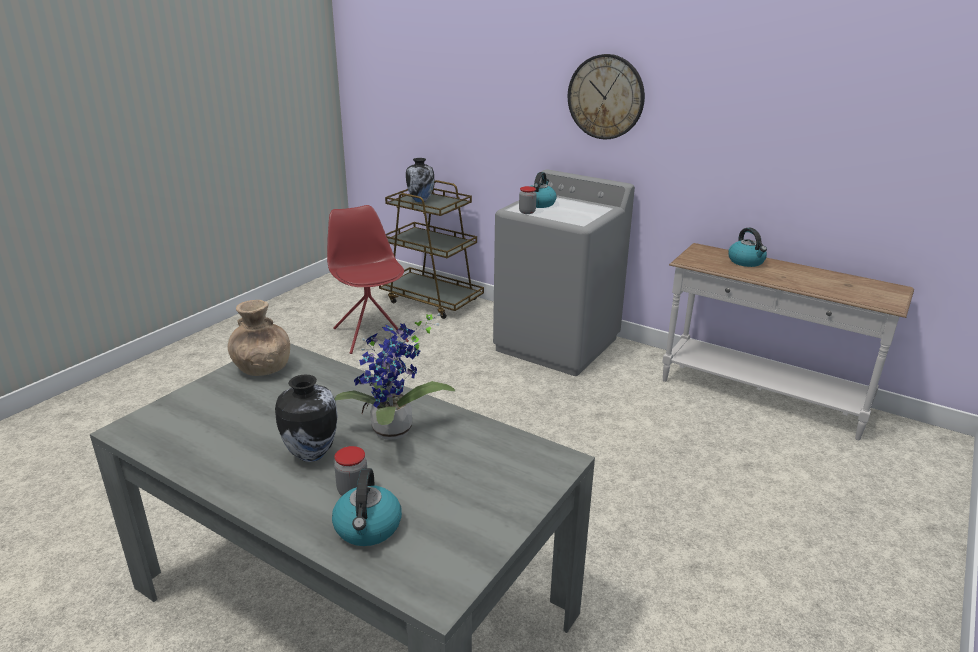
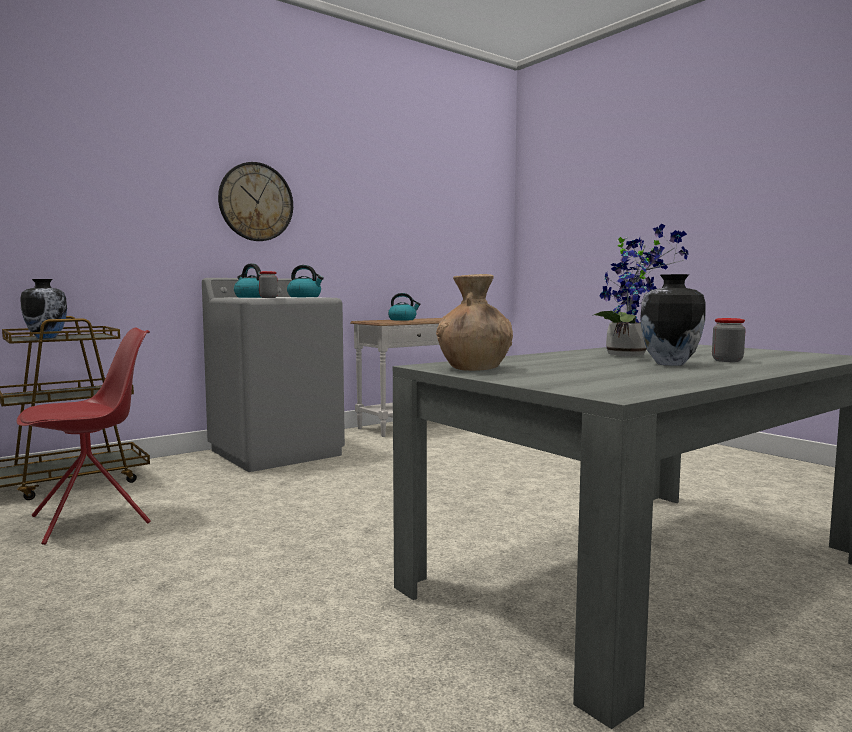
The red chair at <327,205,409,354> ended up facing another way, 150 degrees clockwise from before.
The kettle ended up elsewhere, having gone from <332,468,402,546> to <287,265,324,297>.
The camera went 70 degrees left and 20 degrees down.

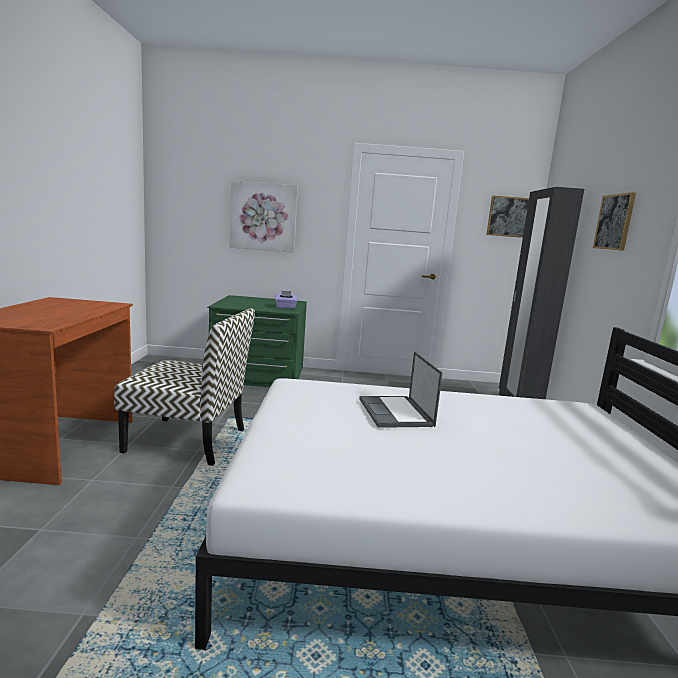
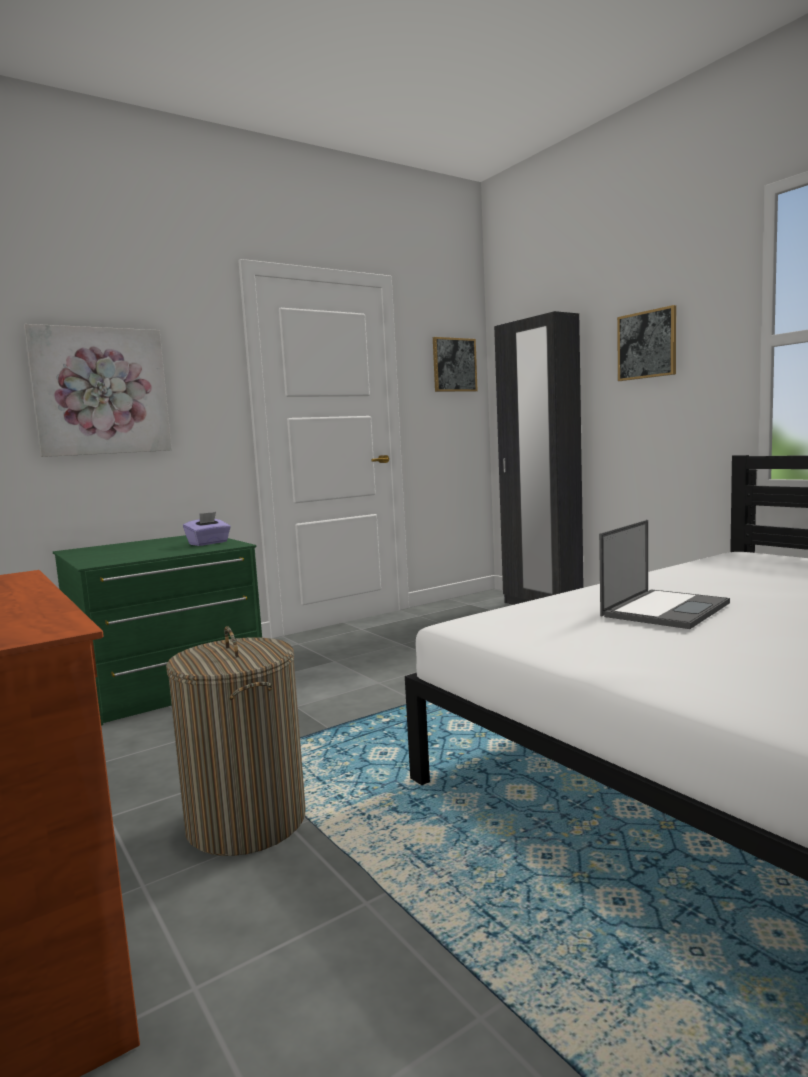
Where the chair stood at <114,308,255,466>, the laundry basket came to stand at <166,626,306,856>.
The laptop at <359,352,443,428> ended up facing another way, 90 degrees counterclockwise from before.
The camera went 35 degrees left and 5 degrees down.

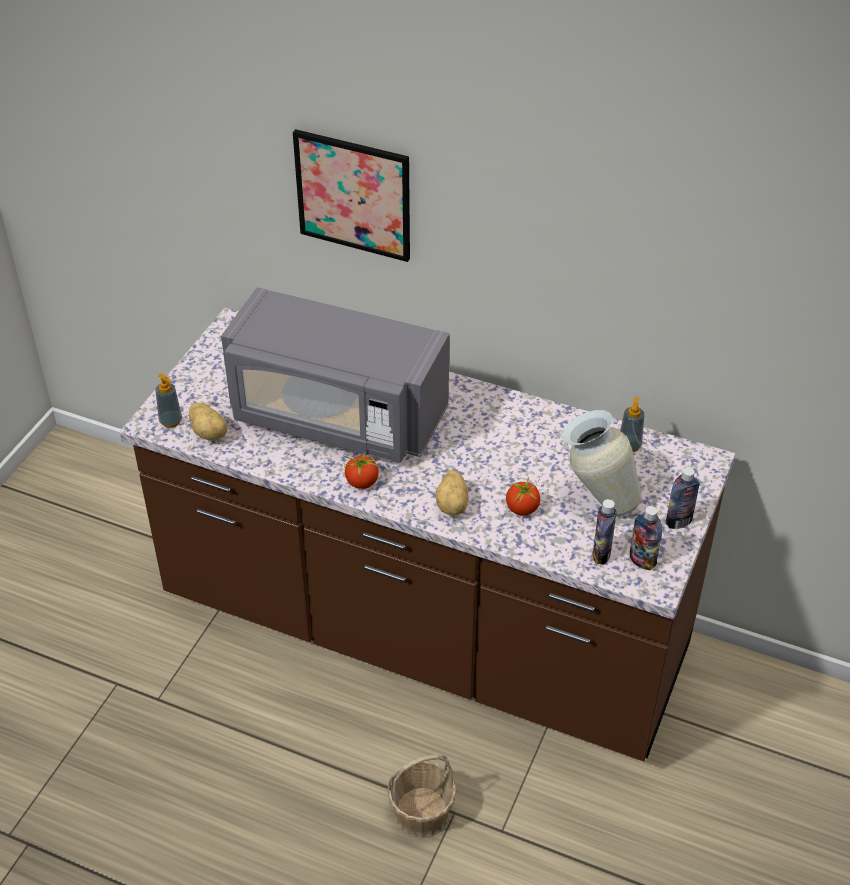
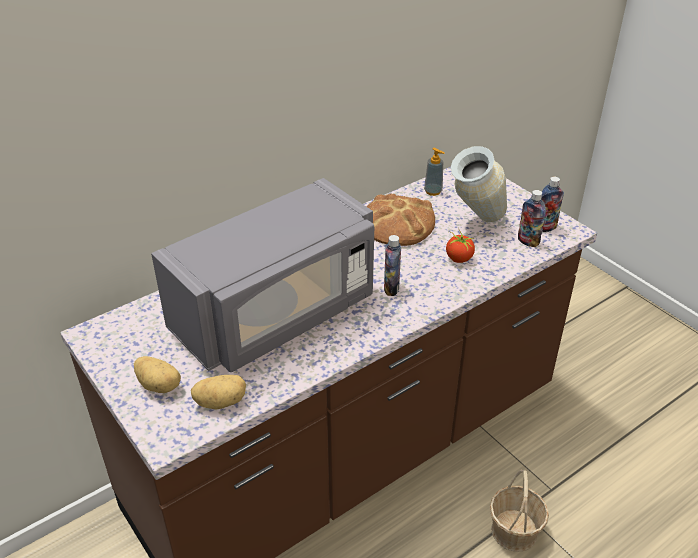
The potato ended up elsewhere, having gone from <435,470,468,516> to <134,356,181,393>.
The second view gained the bread at <367,193,435,246>.
The bottle ended up elsewhere, having gone from <666,467,700,529> to <384,235,401,296>.
The second view lost the soap dispenser at <155,373,182,428>.
The second view lost the picture at <293,129,410,262>.
The second view lost the tomato at <343,452,379,489>.
The camera went 60 degrees left and 5 degrees down.

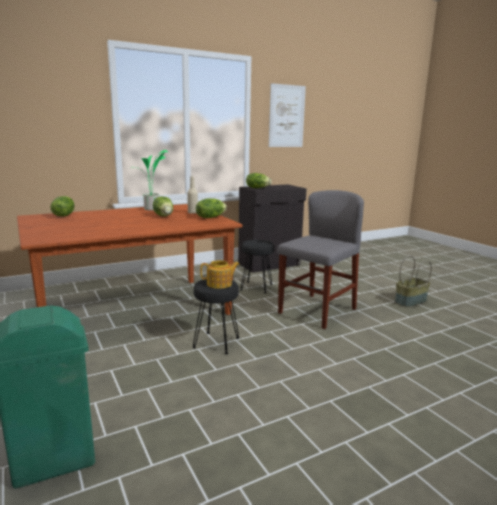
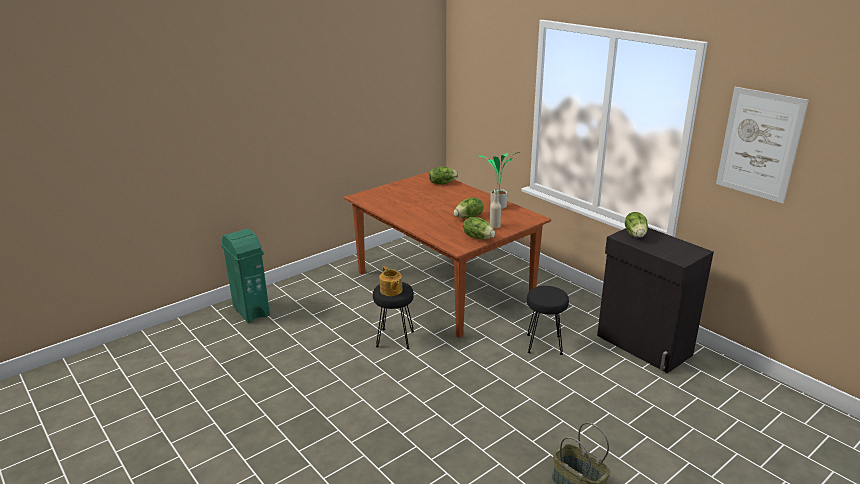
The second view lost the grey chair at <277,190,364,329>.
The camera went 80 degrees right and 10 degrees up.

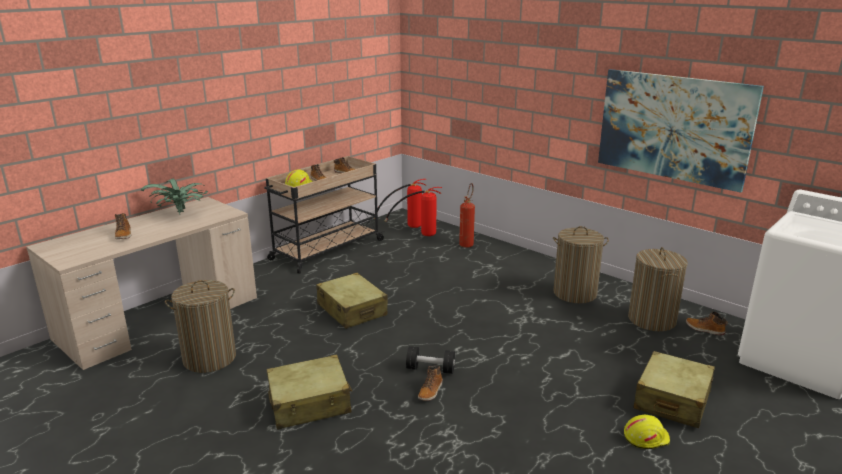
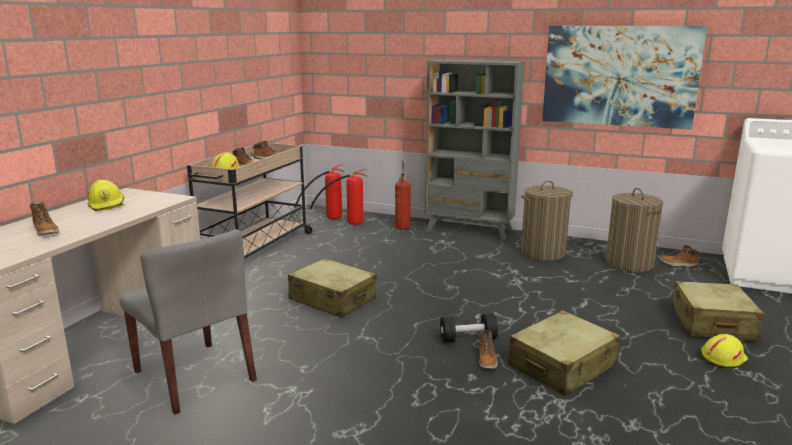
Where the potted plant stood at <141,178,208,214>, the yellow hard hat came to stand at <87,180,125,211>.
Where the laundry basket stood at <165,280,236,373>, the grey chair came to stand at <120,229,257,415>.
The second view gained the grey bookcase at <425,59,525,240>.
The beige suitcase ended up elsewhere, having gone from <267,354,352,430> to <508,310,620,396>.
The camera went 20 degrees left and 5 degrees down.

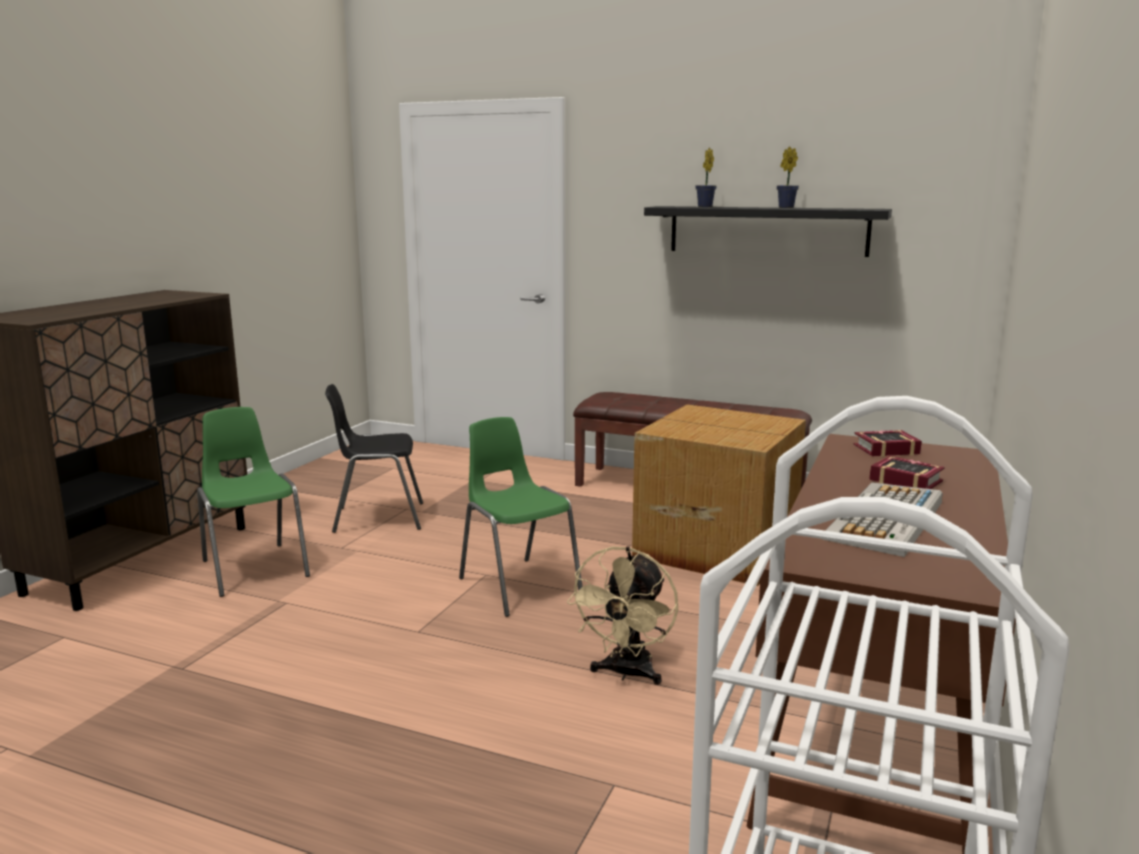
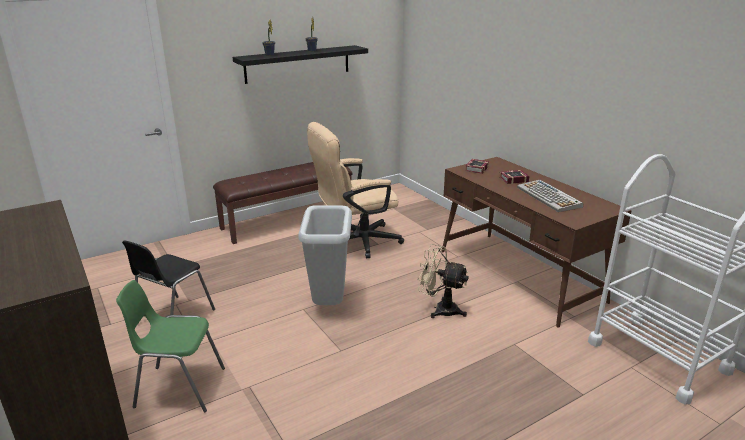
Where the green chair stood at <459,417,583,617>, the grey trash can came to stand at <298,205,352,305>.
Where the cardboard box stood at <632,404,806,586>, the beige office chair came to stand at <307,122,404,259>.
The beige fan at <567,546,678,685> ended up facing another way, 150 degrees clockwise from before.
The camera went 55 degrees left and 10 degrees up.

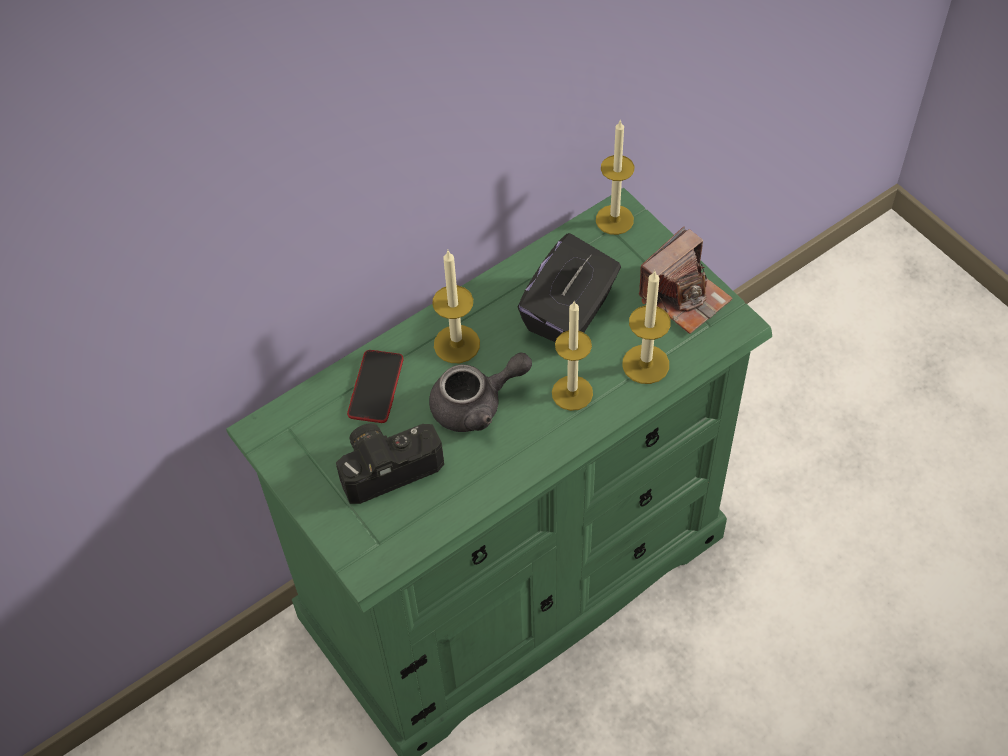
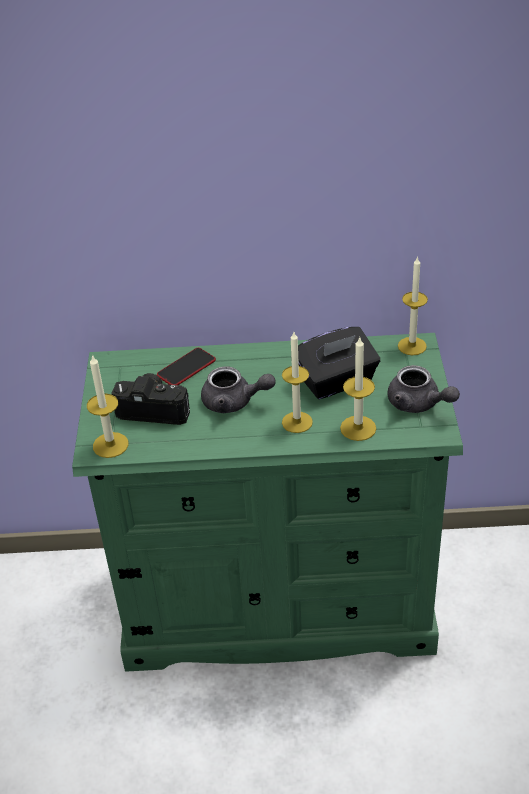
The candle ended up elsewhere, having gone from <432,251,480,363> to <87,354,129,458>.
Where the photo camera stood at <639,226,733,334>, the grey teapot came to stand at <387,365,460,413>.
The camera went 35 degrees right and 15 degrees down.

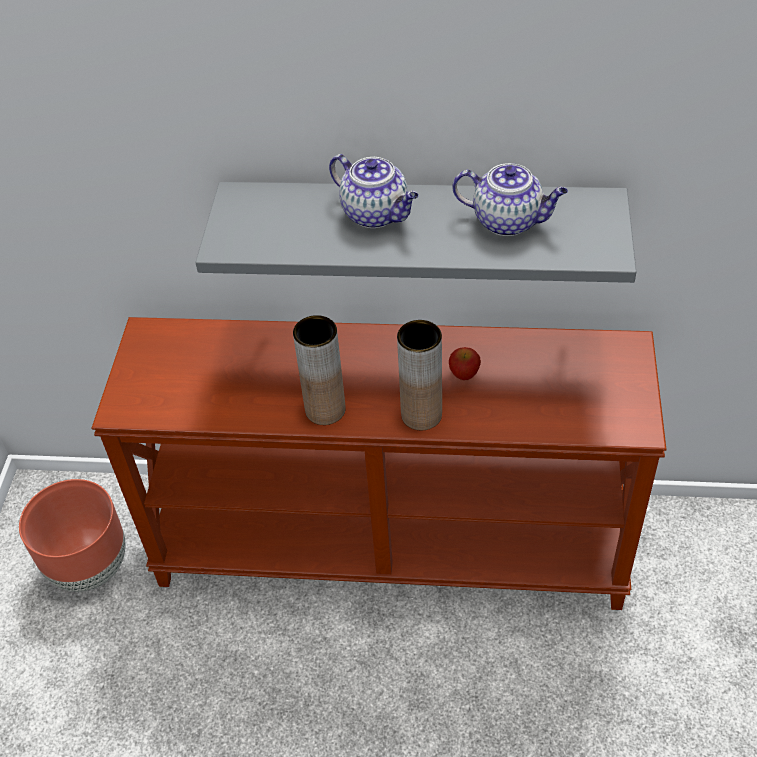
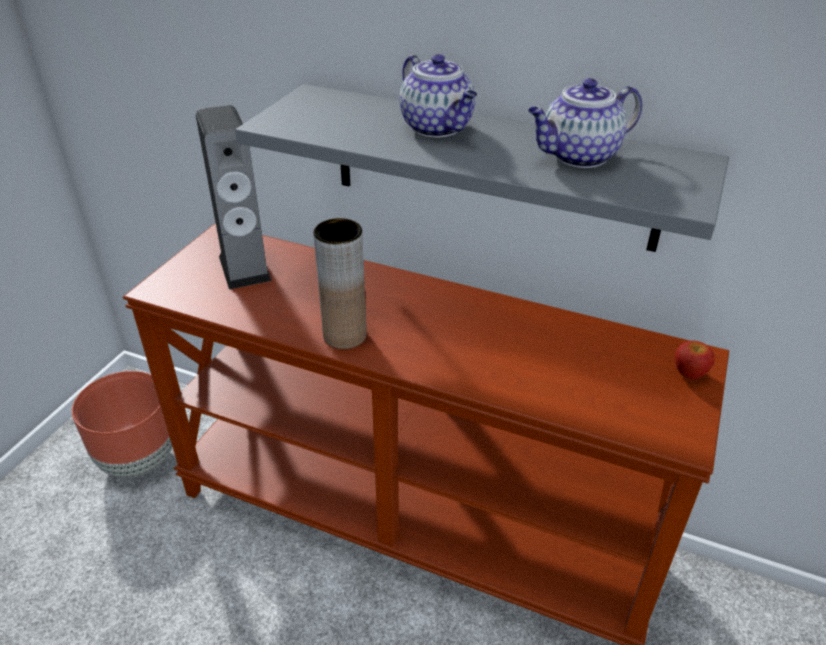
The second view gained the speaker at <196,105,272,290>.
The teapot at <452,163,568,236> ended up facing another way, 120 degrees clockwise from before.
The apple ended up elsewhere, having gone from <449,347,481,380> to <675,341,715,379>.
The second view lost the brown vase at <397,320,442,430>.
The camera went 15 degrees right and 10 degrees down.

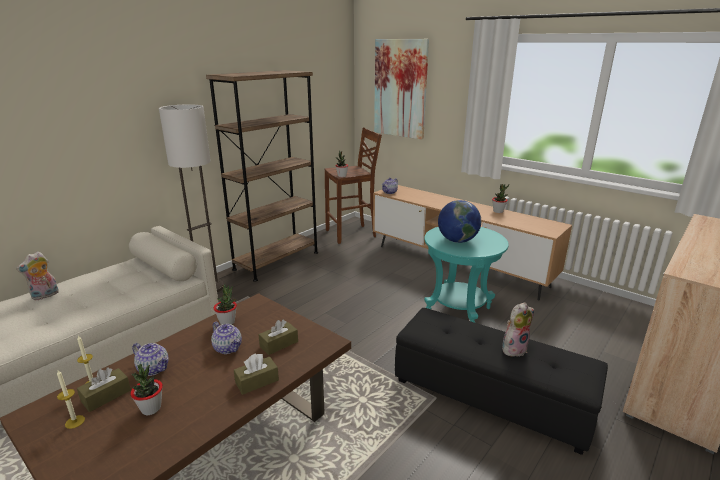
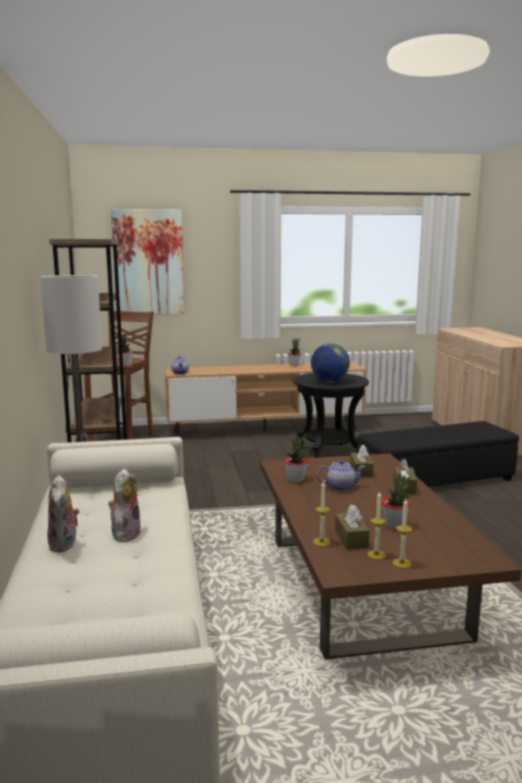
The plush toy ended up elsewhere, having gone from <502,302,534,356> to <108,468,141,542>.
What was the turquoise side table at <424,227,509,323> turned into the black side table at <293,373,369,458>.
The second view gained the candle at <393,499,412,568>.
The second view lost the teapot at <132,343,168,376>.
The camera went 50 degrees left and 10 degrees down.

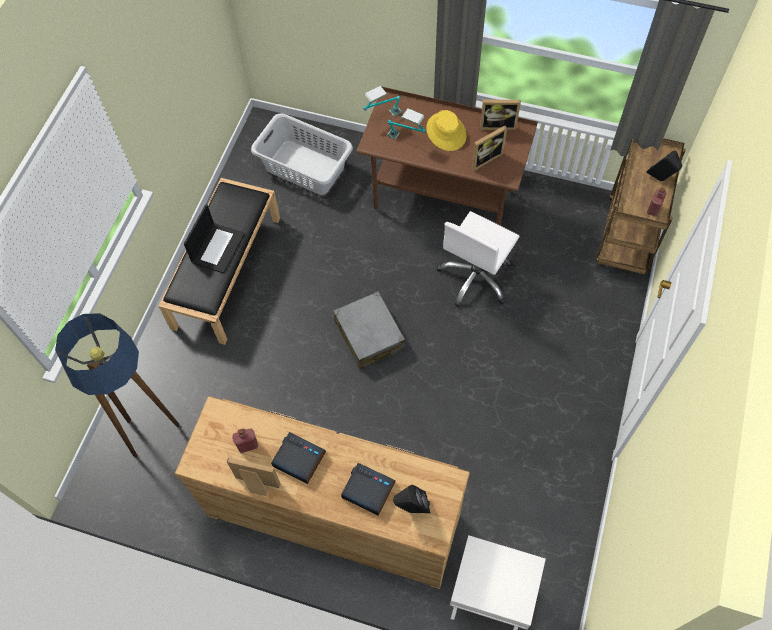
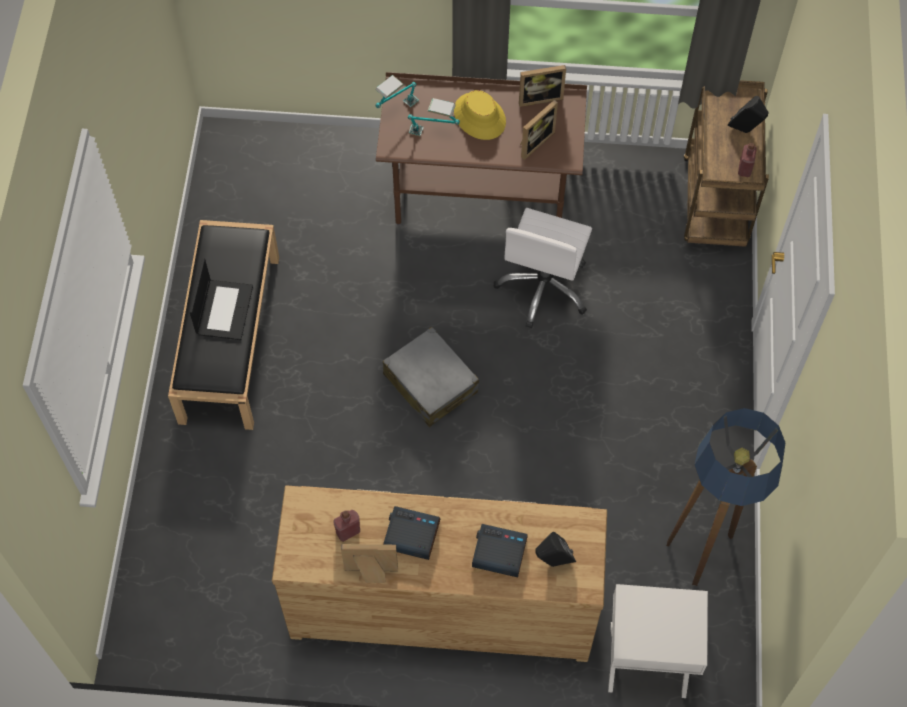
The floor lamp ended up elsewhere, having gone from <55,313,180,458> to <666,408,785,586>.
The second view lost the grey laundry basket at <251,114,353,195>.
The camera went 15 degrees left and 0 degrees up.

